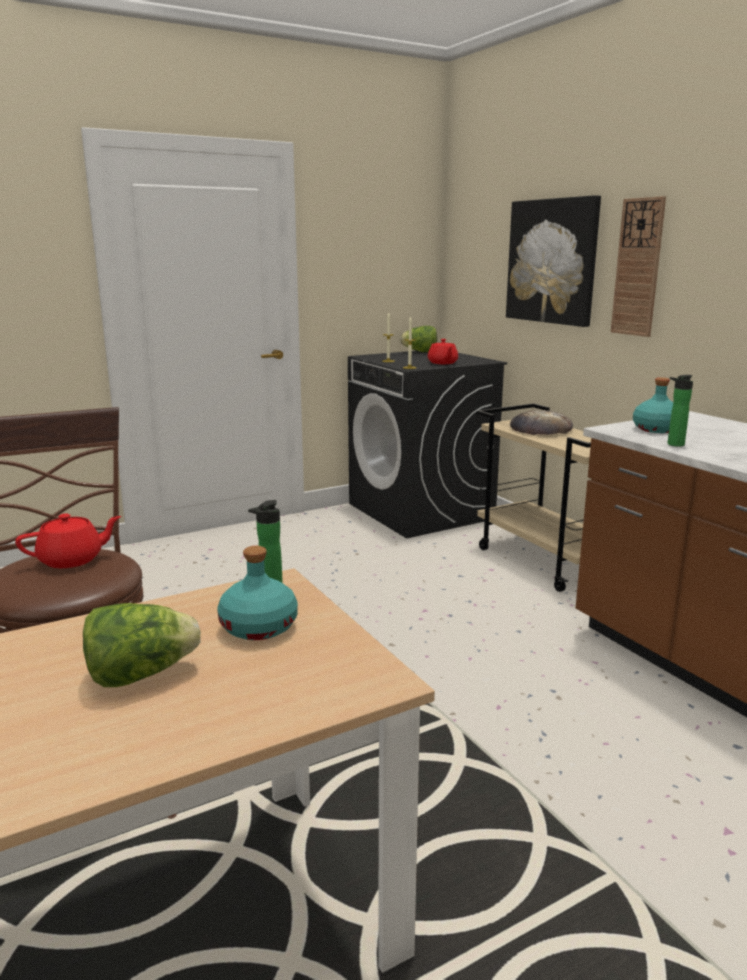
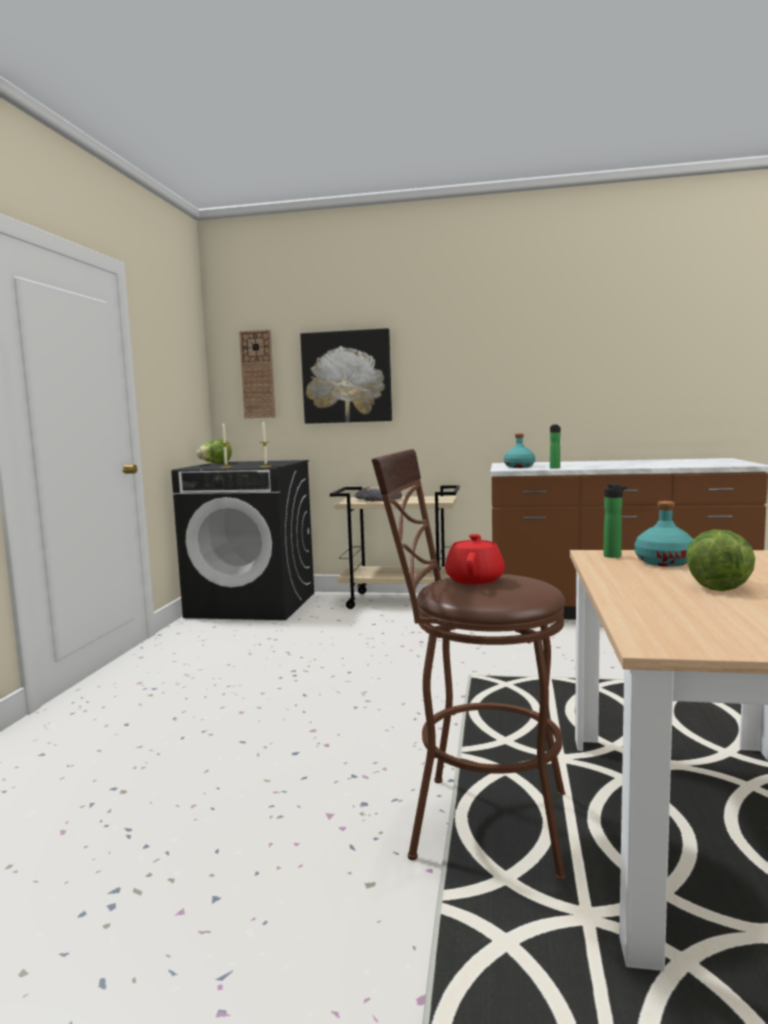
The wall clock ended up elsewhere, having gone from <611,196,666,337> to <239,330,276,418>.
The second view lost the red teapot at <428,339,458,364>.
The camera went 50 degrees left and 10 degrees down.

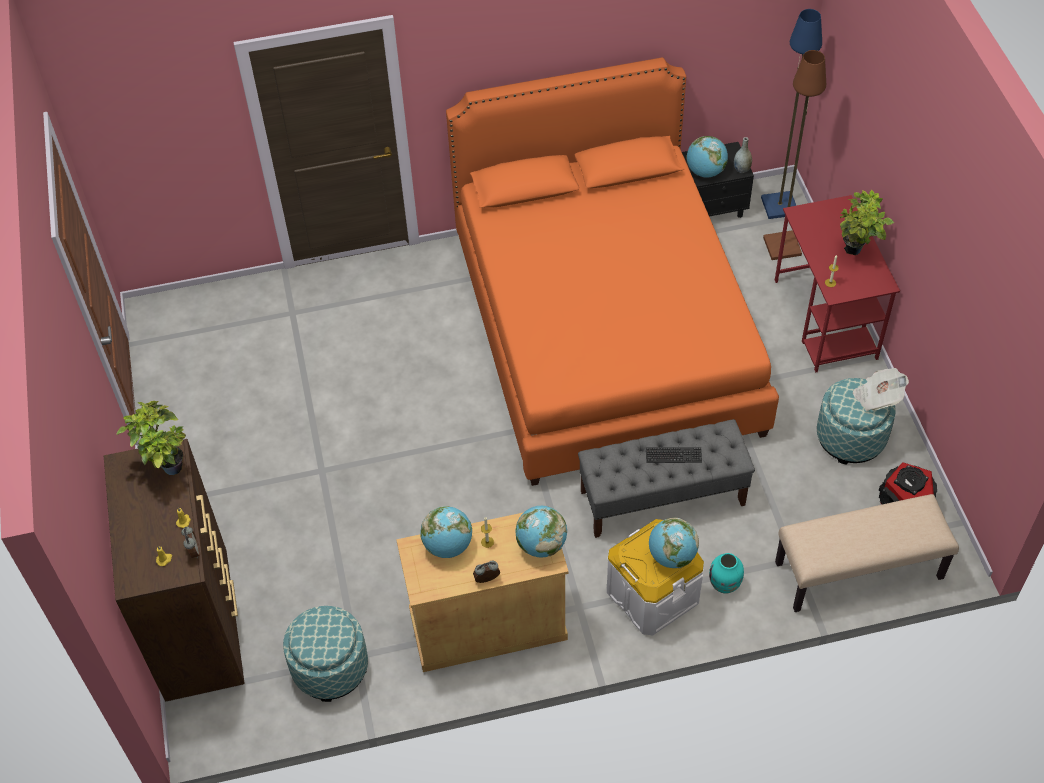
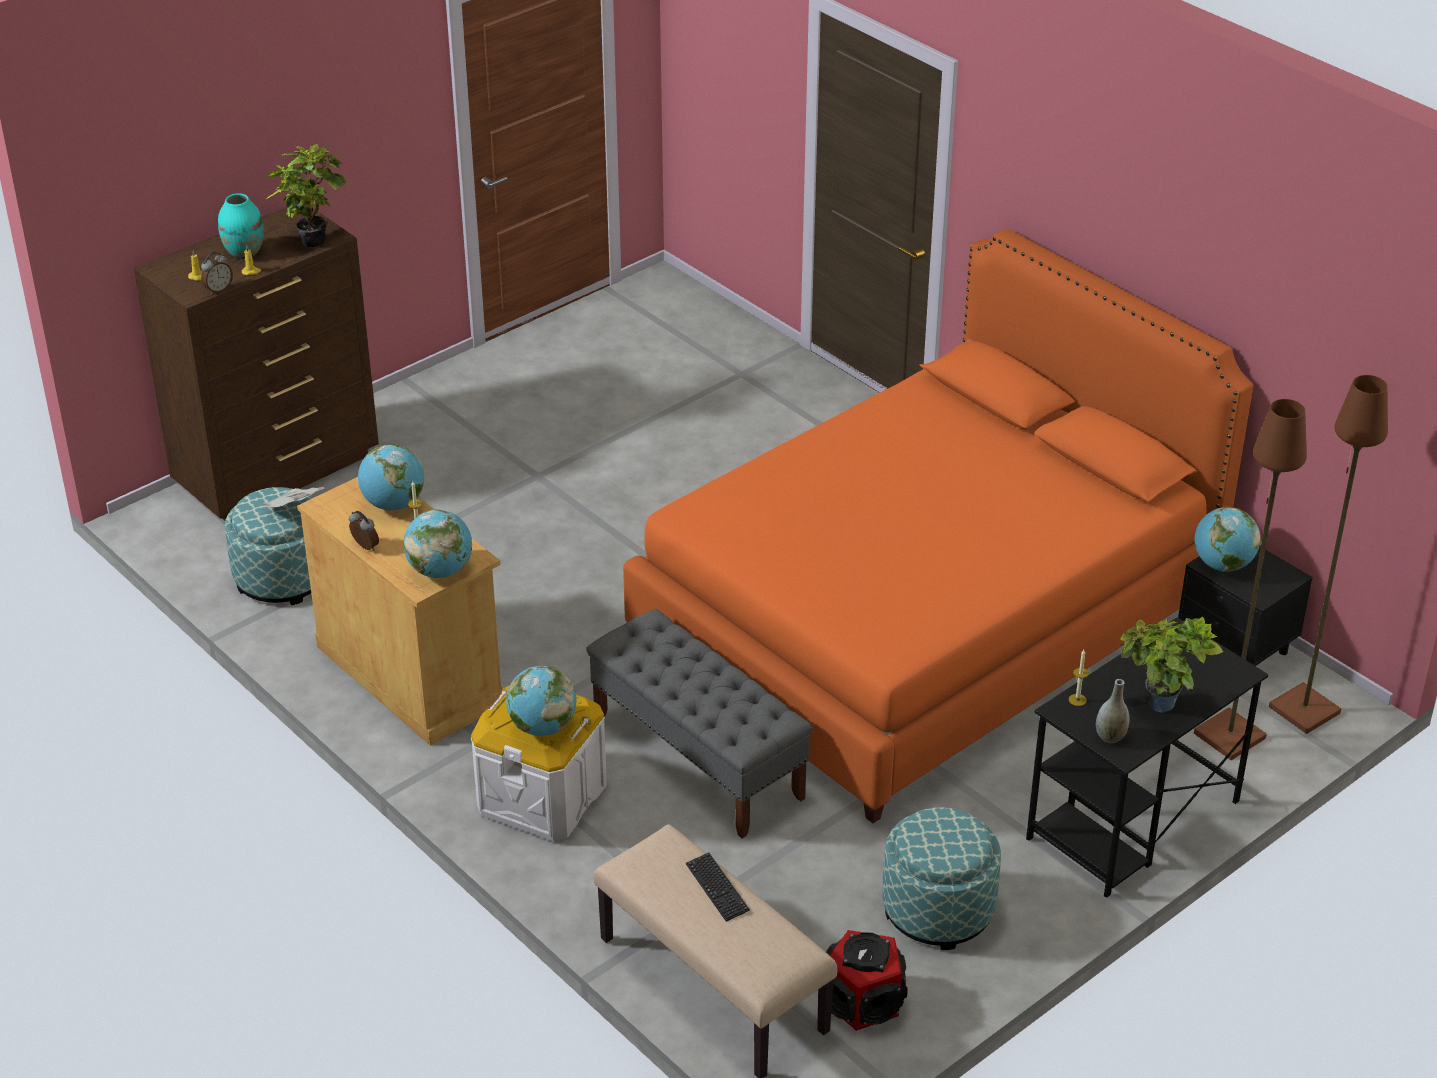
The turquoise vase ended up elsewhere, having gone from <709,553,744,594> to <218,193,264,259>.
The newspaper ended up elsewhere, having gone from <853,368,909,412> to <263,487,325,507>.
The keyboard ended up elsewhere, having gone from <646,447,702,463> to <686,853,750,922>.
What was the red desk at <775,195,900,372> turned into the black desk at <1026,617,1268,898>.
The grey vase ended up elsewhere, having gone from <734,137,752,173> to <1096,679,1130,743>.
What was the blue floor lamp at <761,9,822,219> turned into the brown floor lamp at <1269,375,1388,734>.
The camera went 60 degrees right and 15 degrees down.

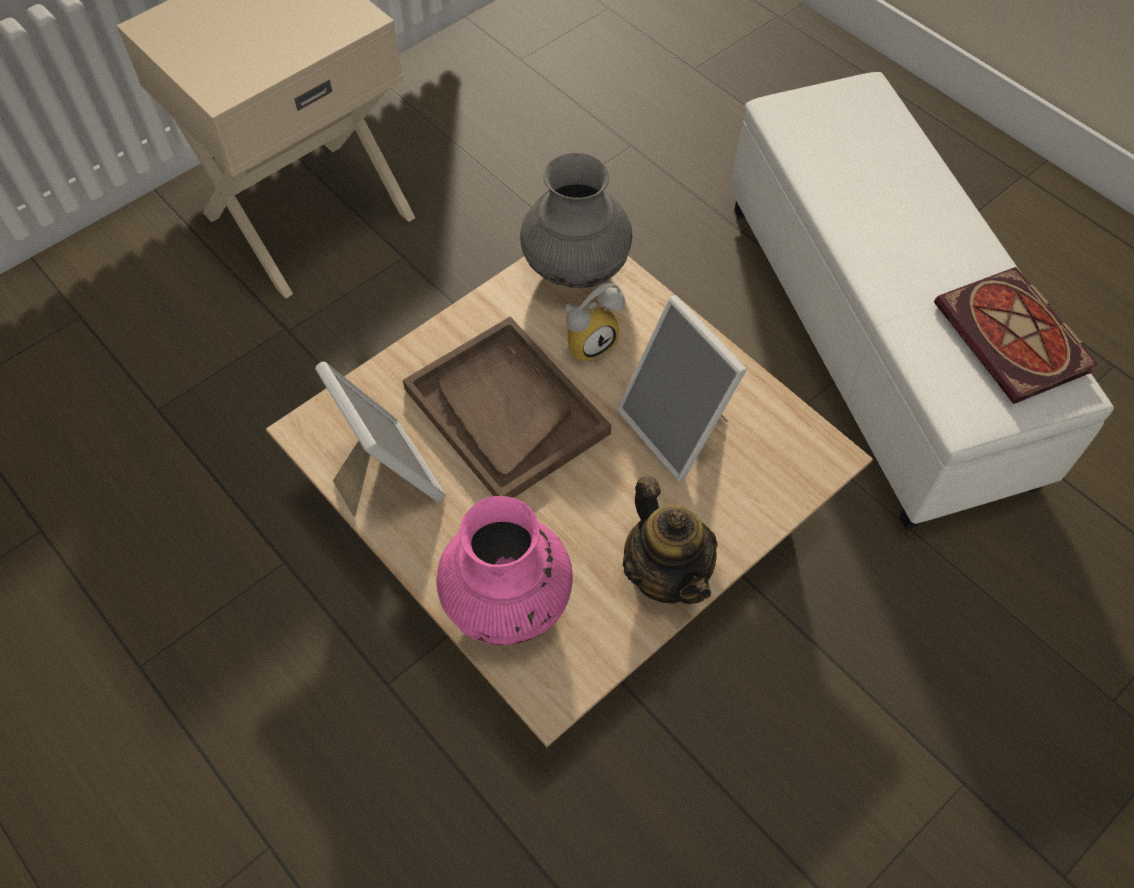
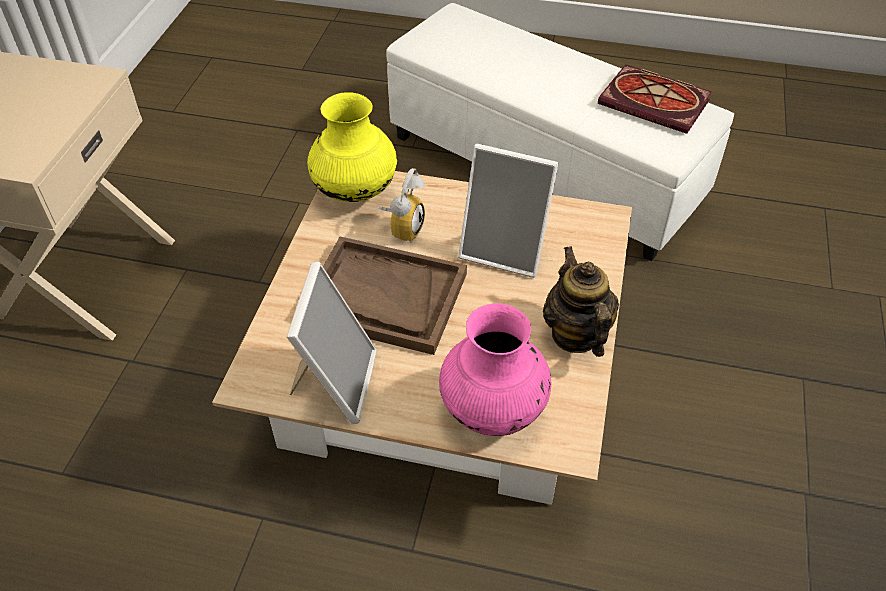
The picture frame at <315,361,445,517> ended up facing another way, 75 degrees clockwise from before.
What was the grey vase at <520,153,632,288> turned into the yellow vase at <307,92,397,202>.
The teapot at <622,476,718,604> ended up facing another way, 135 degrees counterclockwise from before.
The camera went 35 degrees left and 10 degrees down.

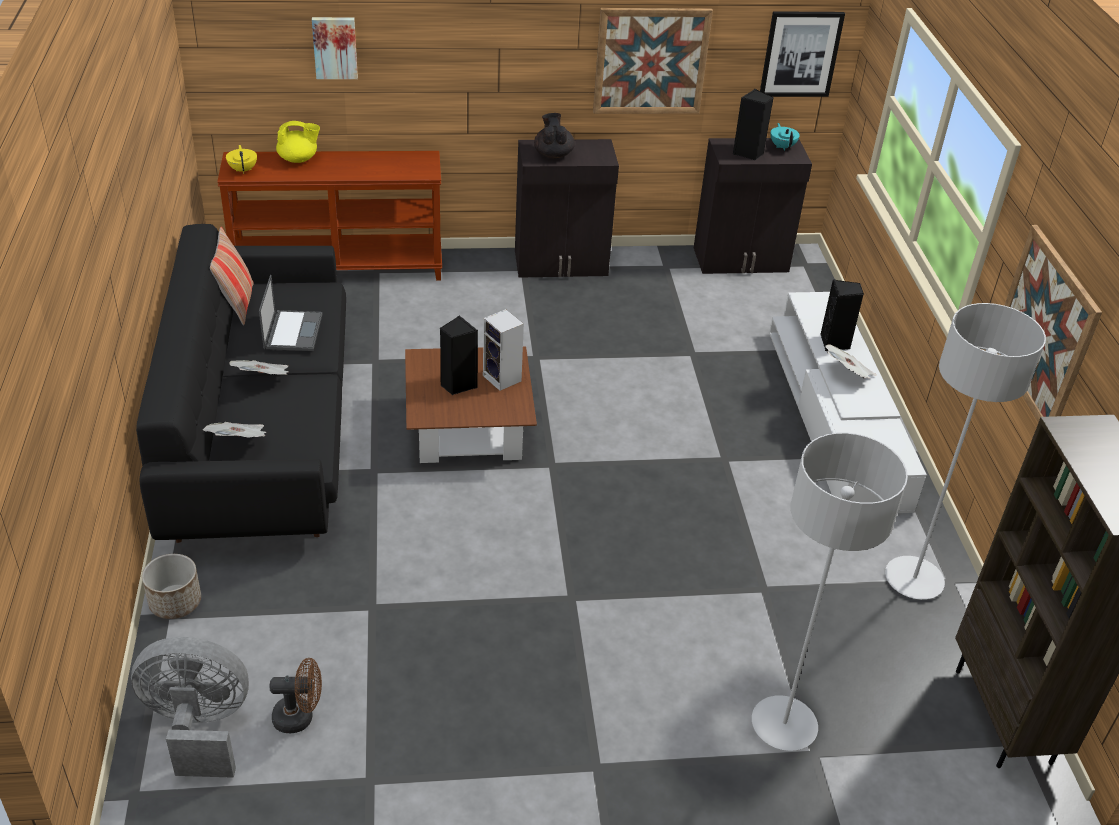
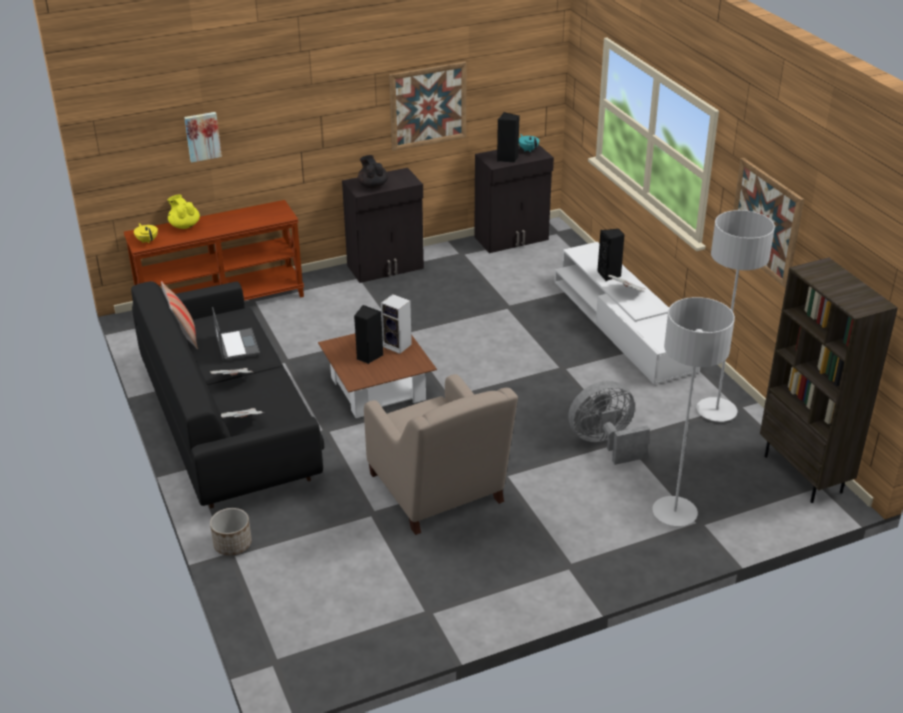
The yellow teapot at <276,121,320,163> ended up facing another way, 105 degrees counterclockwise from before.
The second view gained the beige armchair at <364,374,518,535>.
The grey fan ended up elsewhere, having gone from <131,637,249,778> to <568,381,650,465>.
The second view lost the brown fan at <270,658,322,733>.
The second view lost the picture at <760,11,845,97>.
The camera went 15 degrees left and 5 degrees down.

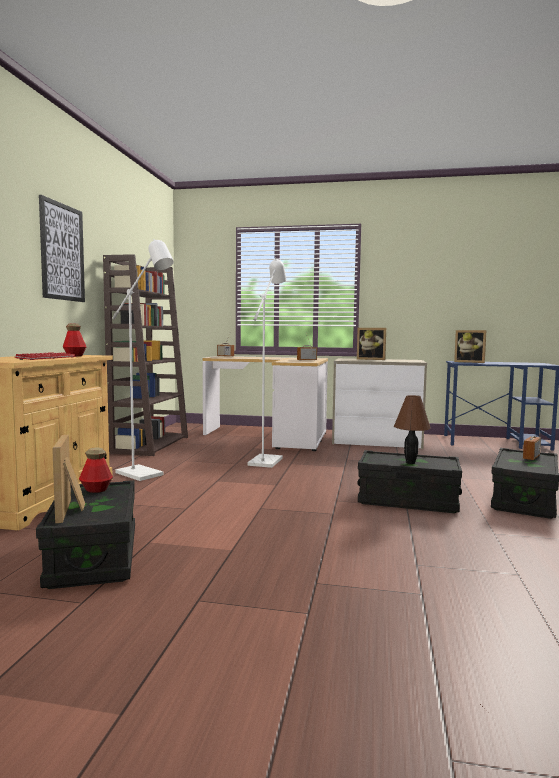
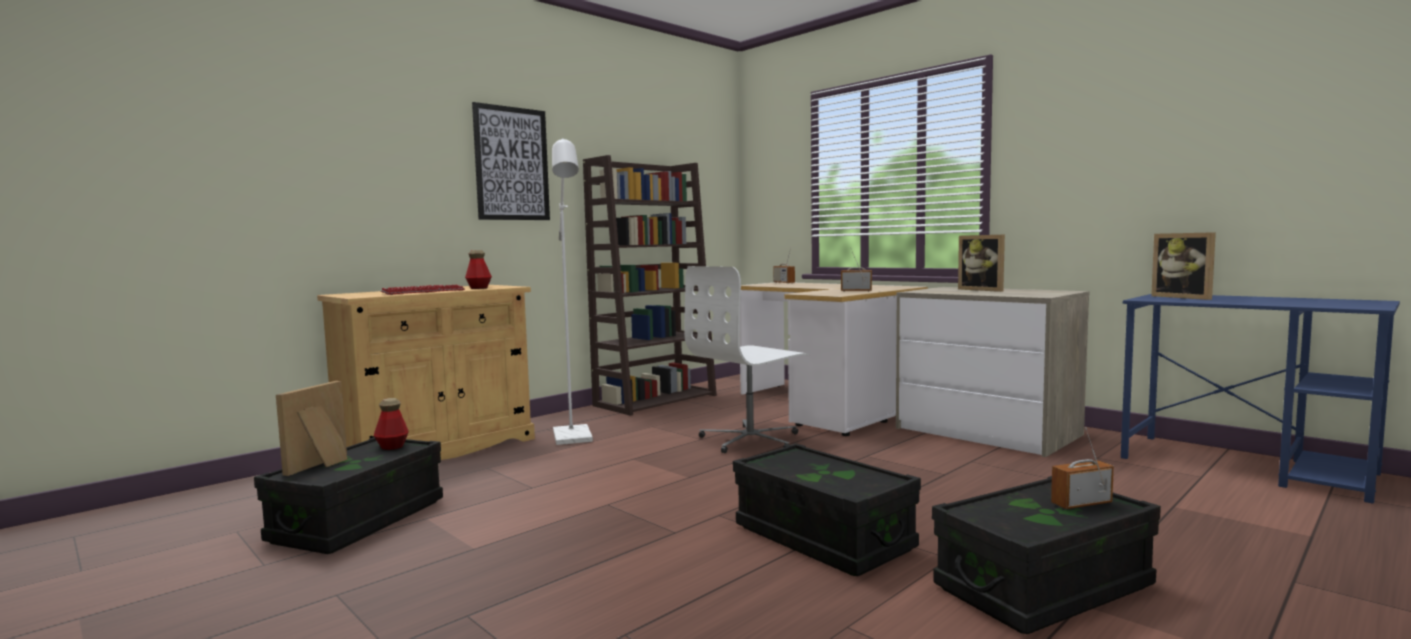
Where the white floor lamp stood at <248,257,286,468>, the white office chair came to stand at <684,266,809,453>.
The second view lost the brown table lamp at <394,395,431,464>.
The camera went 35 degrees right and 0 degrees up.

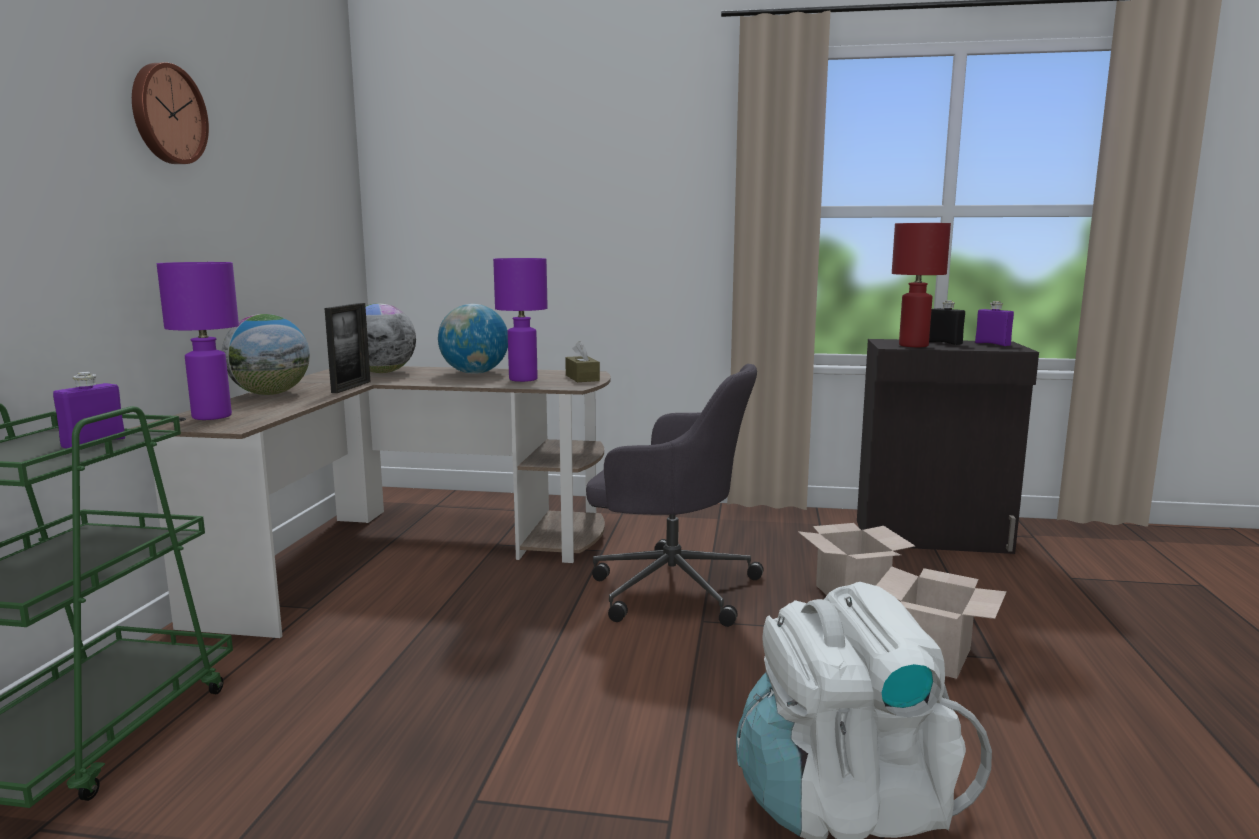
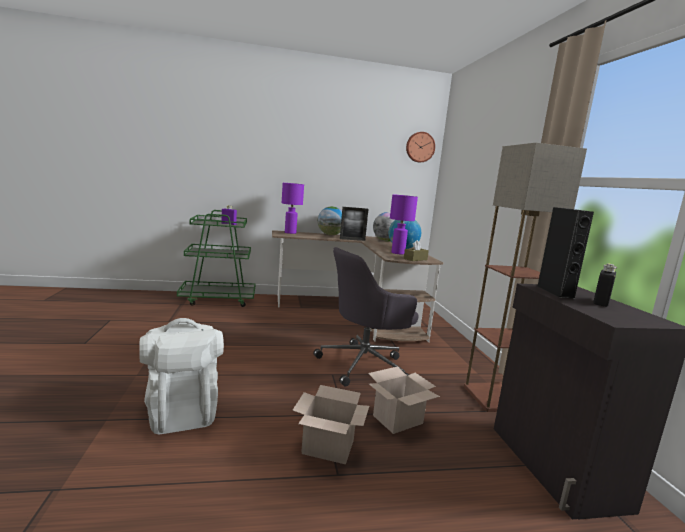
The grey office chair at <586,364,764,627> ended up facing another way, 60 degrees clockwise from before.
The wall clock ended up elsewhere, having gone from <132,62,209,164> to <406,132,435,162>.
The second view gained the floor lamp at <464,143,587,412>.
Where the red table lamp stood at <892,223,951,347>, the black speaker came to stand at <537,207,594,299>.
The second view lost the purple bottle at <975,301,1014,346>.
The camera went 70 degrees right and 0 degrees up.

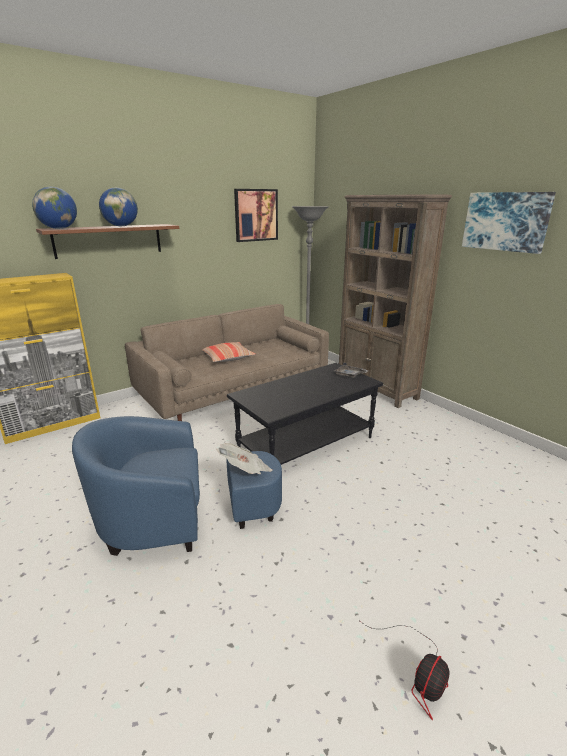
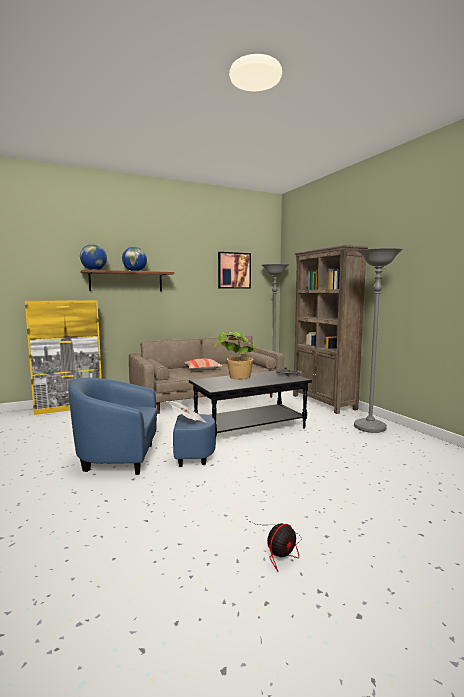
The second view gained the potted plant at <214,332,257,379>.
The second view gained the grey floor lamp at <354,248,403,433>.
The second view lost the picture at <462,192,556,254>.
The camera went 10 degrees right and 15 degrees down.

